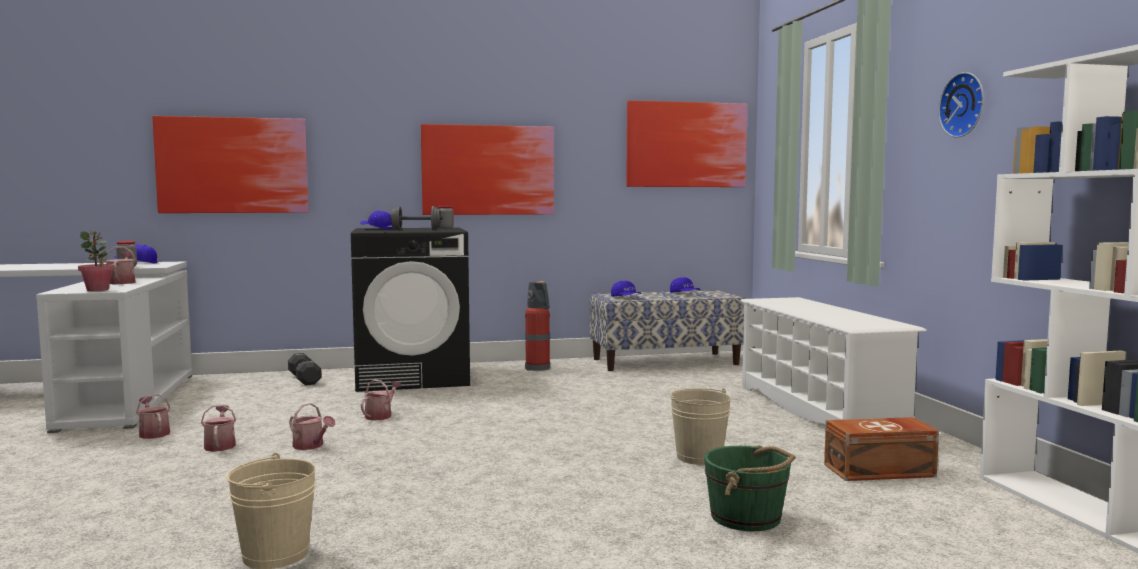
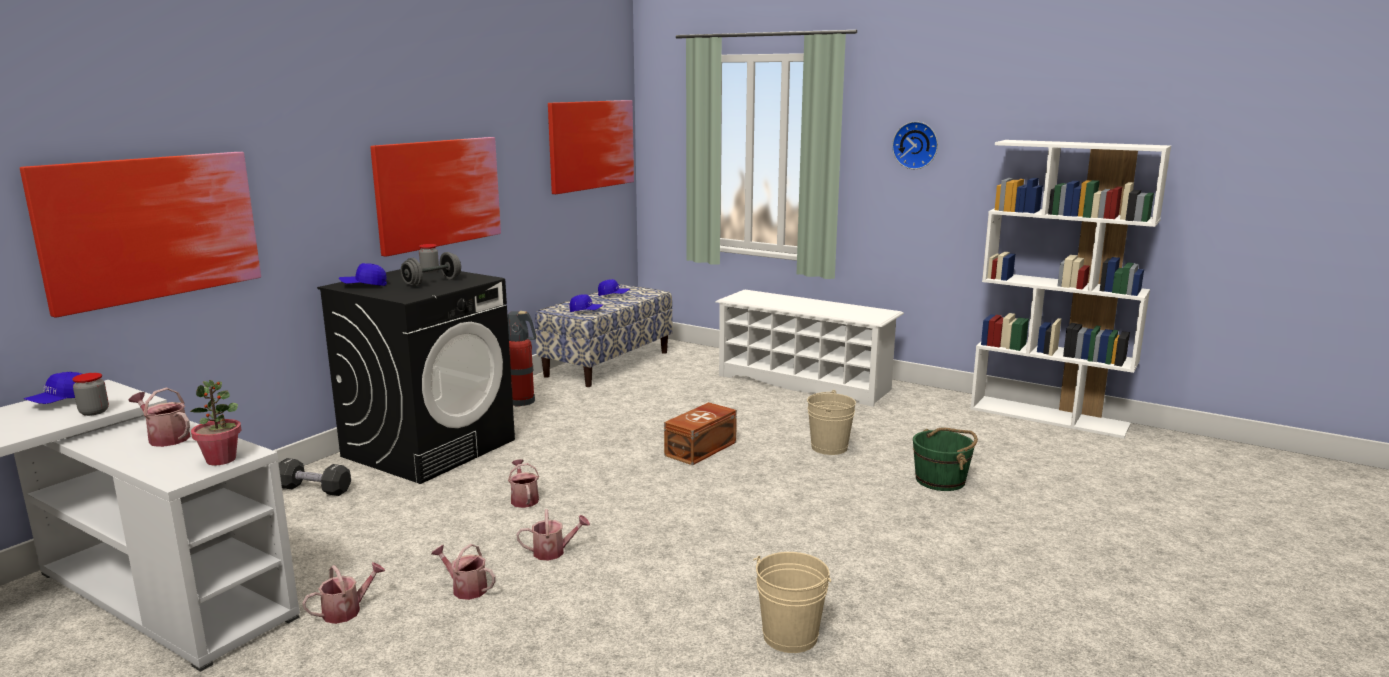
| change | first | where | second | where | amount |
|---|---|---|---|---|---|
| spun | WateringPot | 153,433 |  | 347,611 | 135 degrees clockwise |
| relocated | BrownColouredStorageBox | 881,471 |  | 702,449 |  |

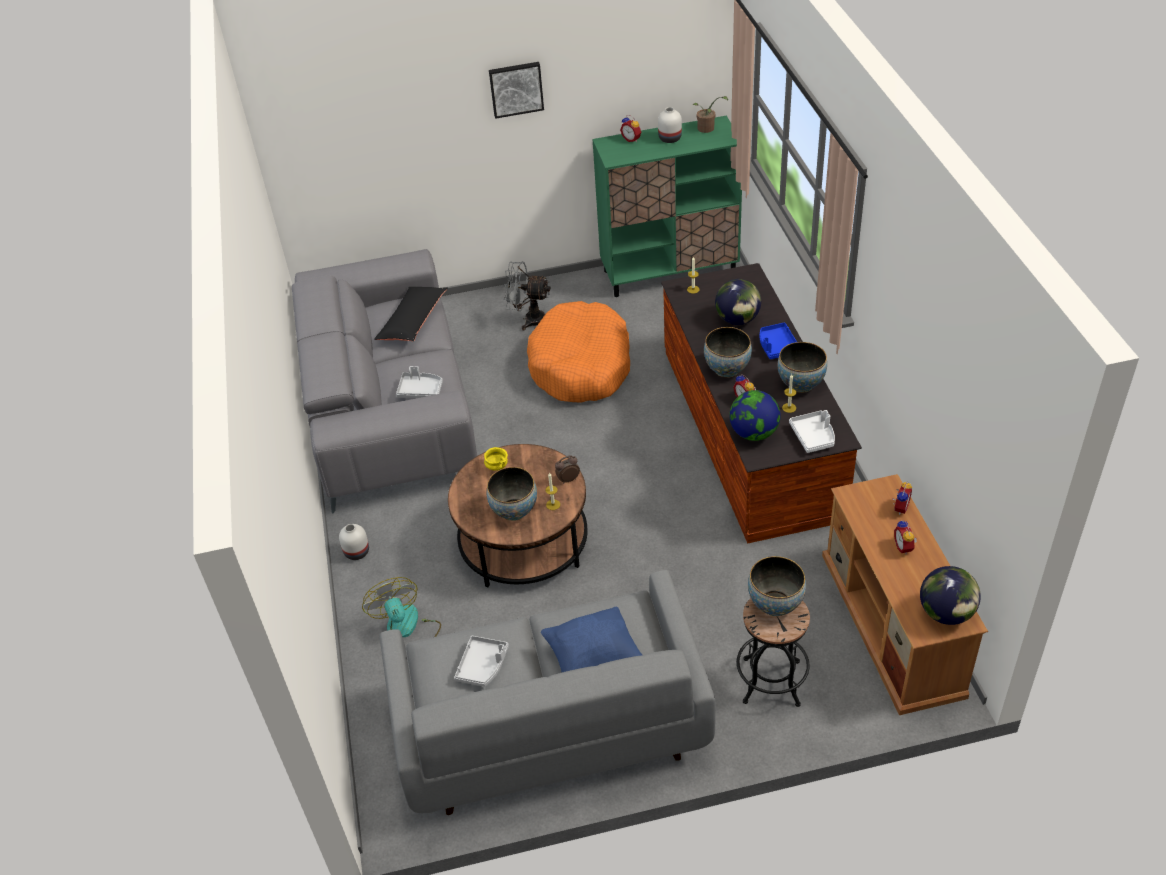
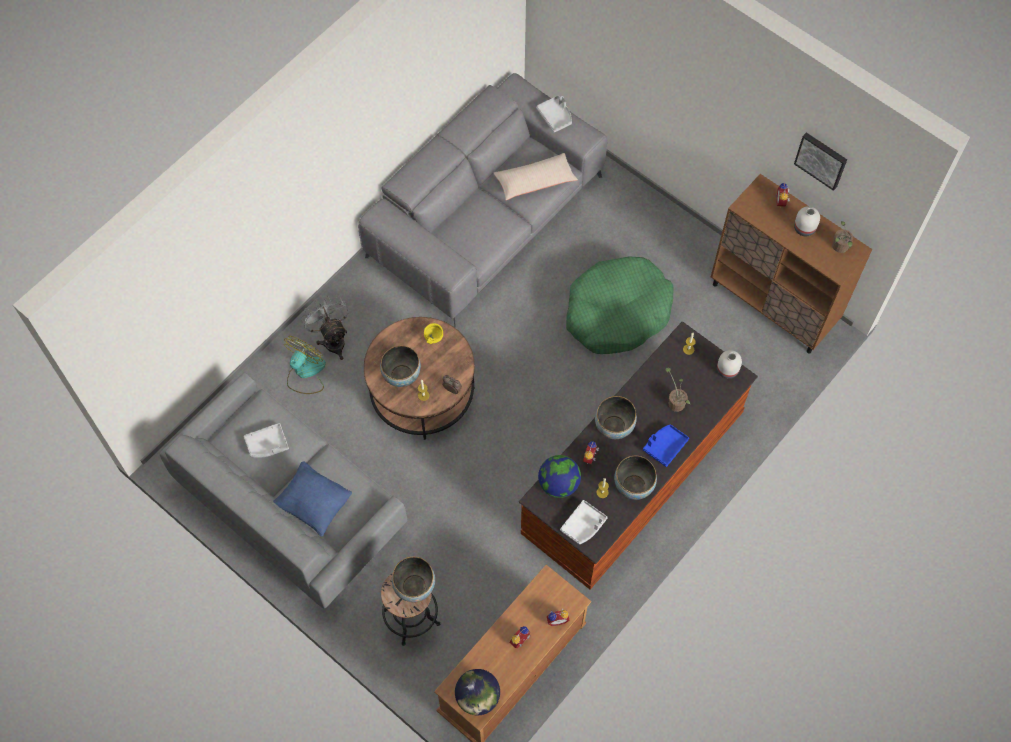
| change | first | where | second | where | amount |
|---|---|---|---|---|---|
| relocated | GreyCoolingFan | 529,319 |  | 332,339 |  |
| colour | BlackishCushion | 413,321 | BeigeCushion | 535,181 |  |
| relocated | GreyCarryingTray | 420,390 |  | 555,117 |  |
| colour | OrangePetBed | 581,366 | GreenishPetBed | 617,312 |  |
| exchanged | DeskGlobe | 737,320 | PottedPlant | 675,401 |  |
| colour | GreenishCabinet | 670,272 | BrownColouredCabinet | 773,304 |  |
| relocated | WhiteDecorativeVase | 357,551 |  | 728,370 |  |
| relocated | WallArt | 516,88 |  | 821,159 |  |

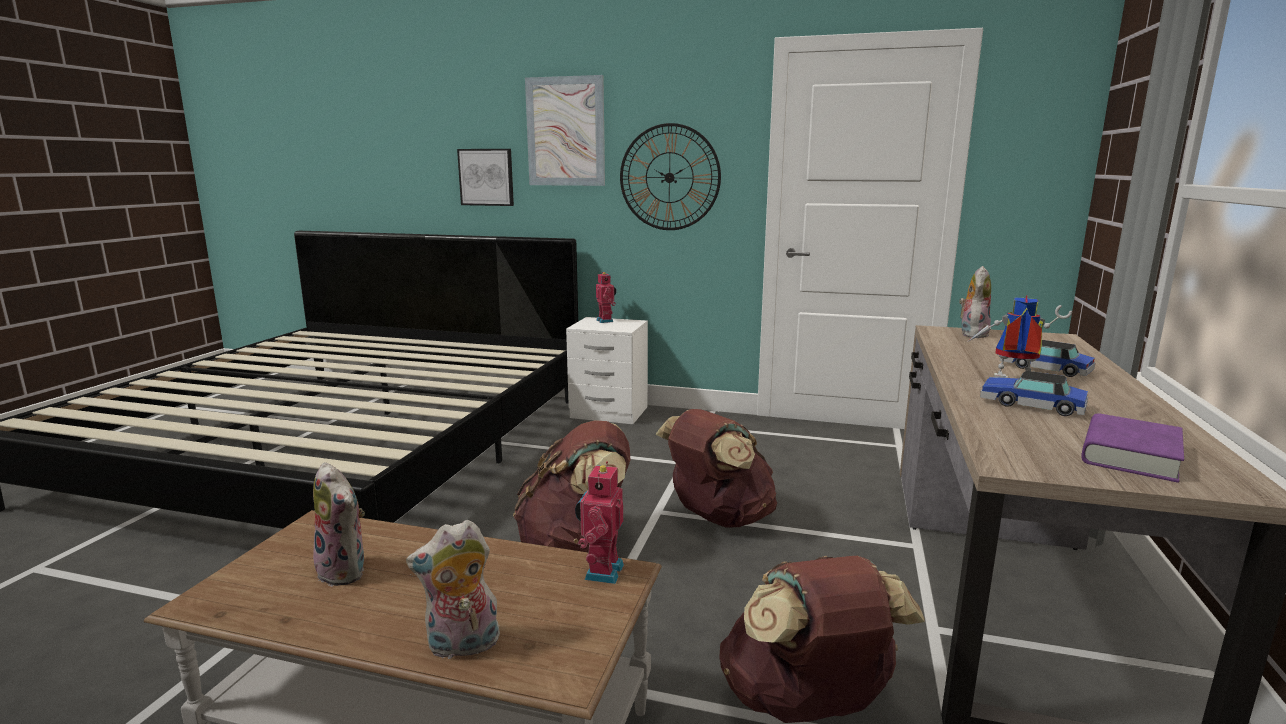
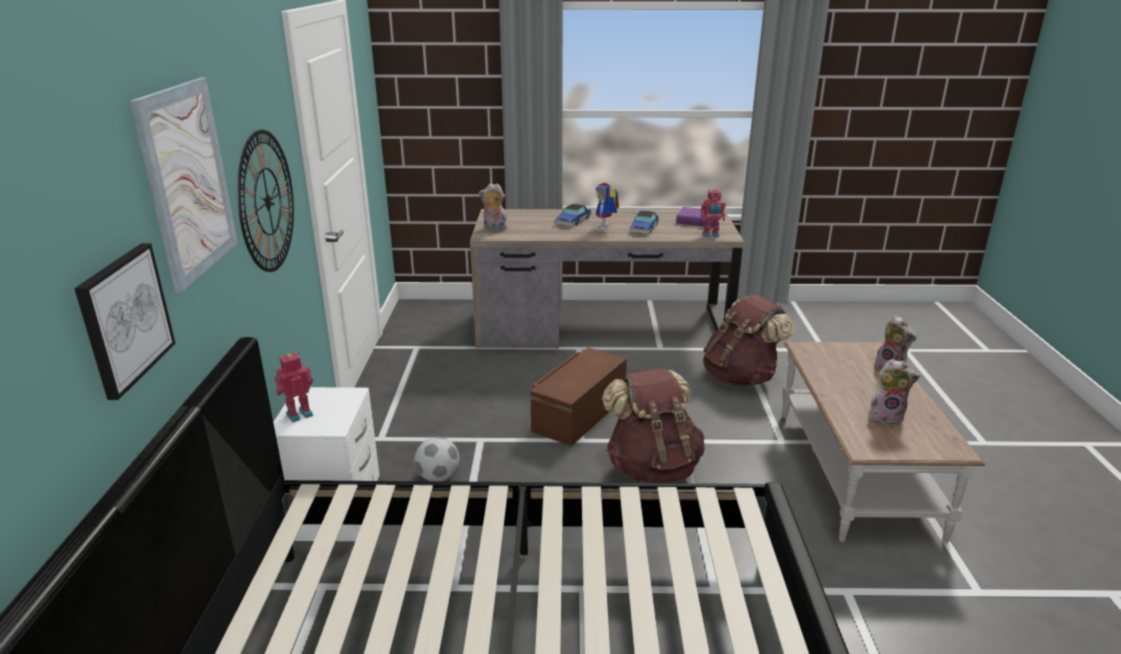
| change | first | where | second | where | amount |
|---|---|---|---|---|---|
| appeared |  |  | Football | 438,477 |  |
| exchanged | BrownColouredRucksack | 718,518 | BrownColouredStorageBox | 578,413 |  |
| relocated | RobotFigure | 601,571 |  | 711,235 |  |
| spun | CuddlyToy | 346,571 |  | 886,417 | 75 degrees clockwise |

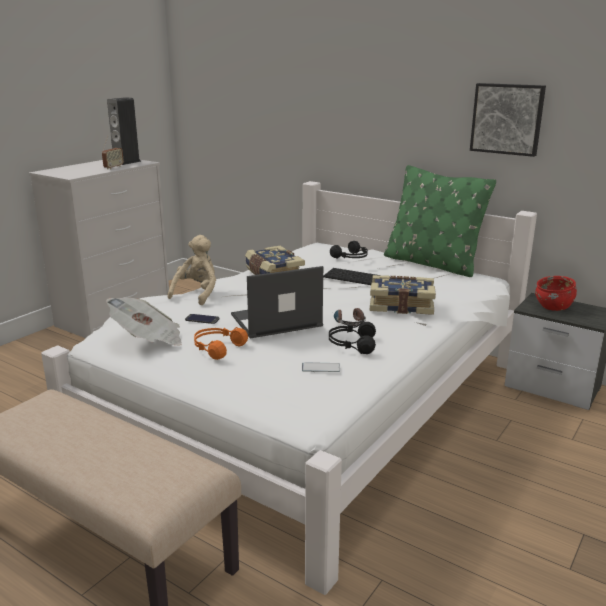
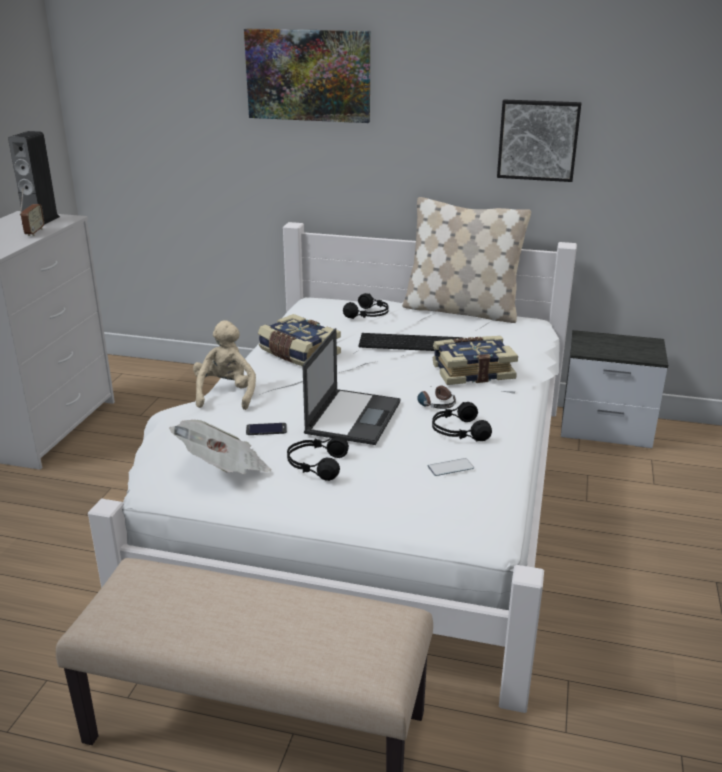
| change | first | where | second | where | amount |
|---|---|---|---|---|---|
| appeared |  |  | WallArt | 308,75 |  |
| colour | OrangeHeadset | 217,348 | BlackishHeadset | 316,465 |  |
| spun | Laptop | 275,321 |  | 353,416 | 150 degrees clockwise |
| colour | GreenishCushion | 432,264 | BeigeCushion | 461,310 |  |
| missing | RedColouredServingBowl | 553,306 |  |  |  |

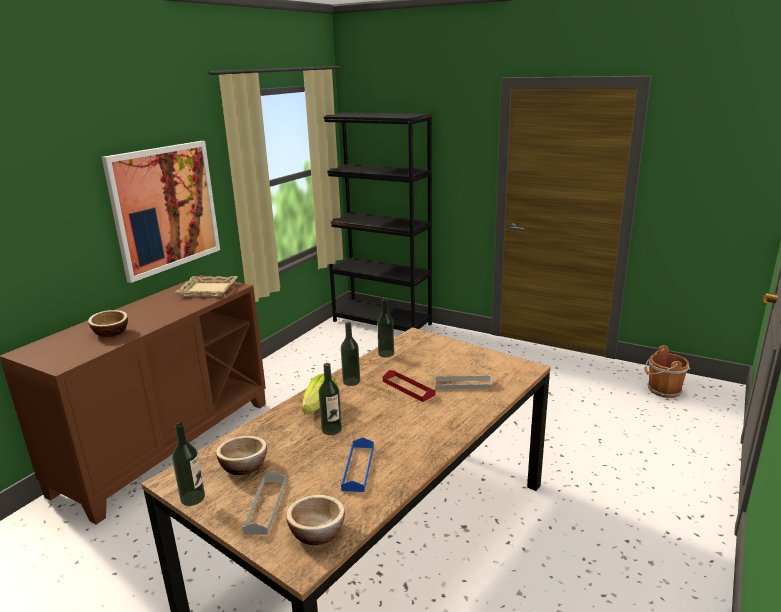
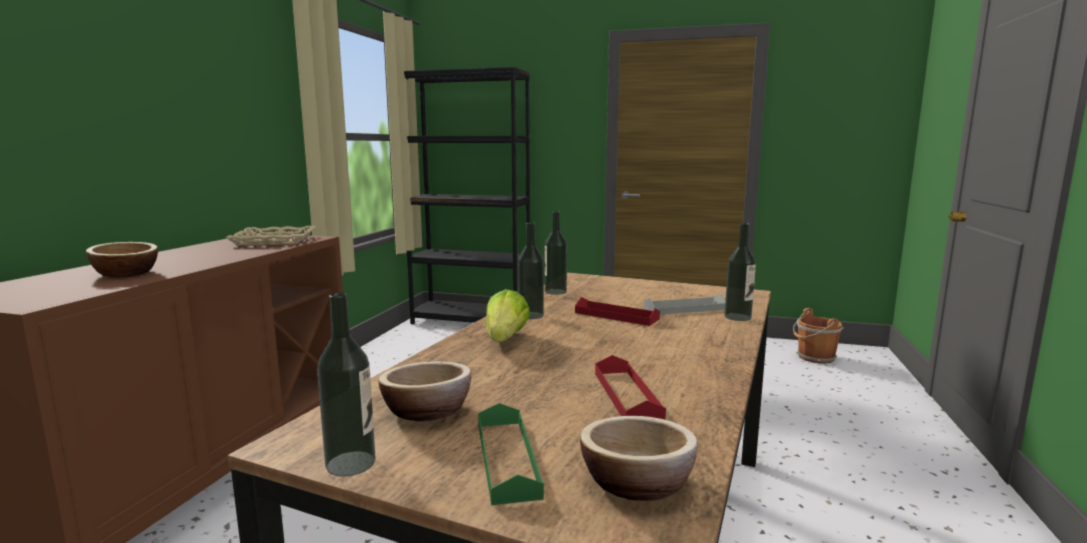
| change | first | where | second | where | amount |
|---|---|---|---|---|---|
| colour | GreyCarryingTray | 266,506 | GreenishCarryingTray | 507,458 |  |
| colour | BlueColouredCarryingTray | 358,468 | RedColouredCarryingTray | 626,395 |  |
| relocated | DrinkBottle | 331,429 |  | 737,317 |  |
| missing | WallArt | 165,208 |  |  |  |

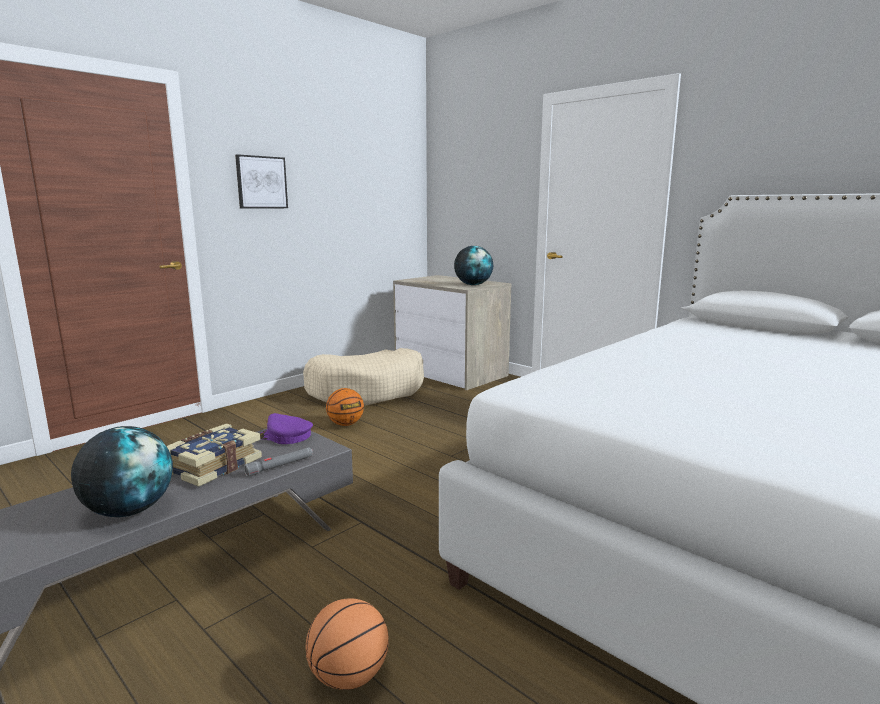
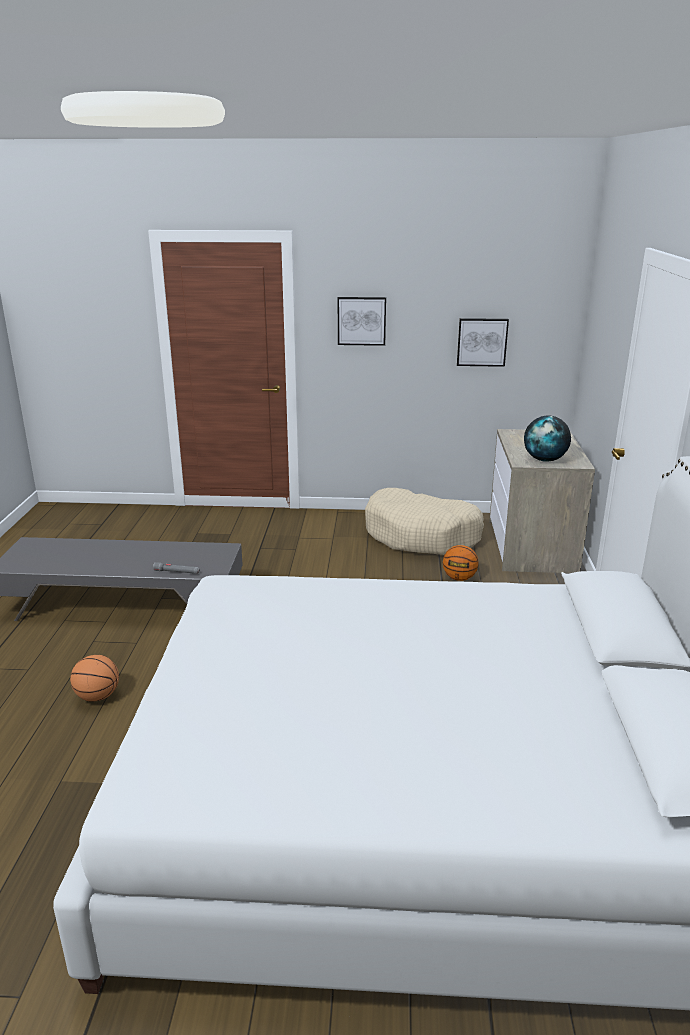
| change | first | where | second | where | amount |
|---|---|---|---|---|---|
| relocated | BasketballBall | 345,424 |  | 459,578 |  |
| appeared |  |  | WallArt | 482,342 |  |
| missing | DeskGlobe | 129,510 |  |  |  |
| missing | BoundBook | 212,466 |  |  |  |
| missing | PurplishBaseballCap | 285,436 |  |  |  |

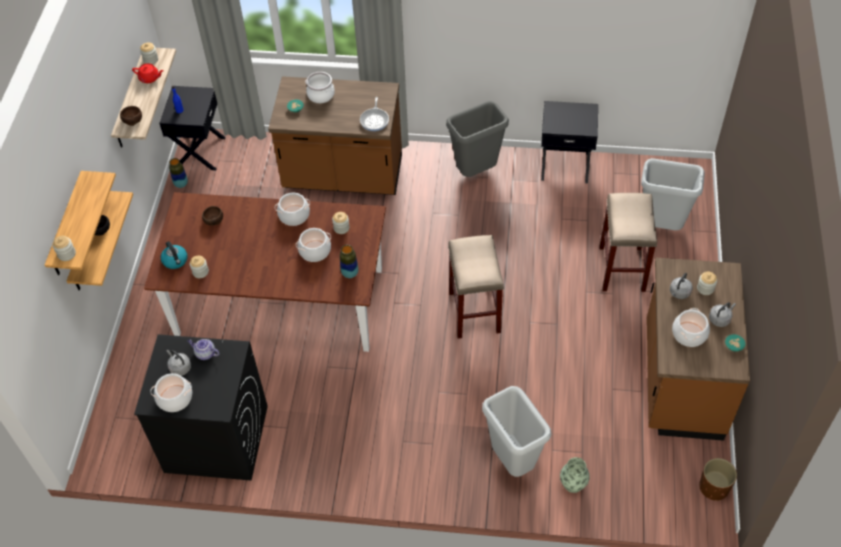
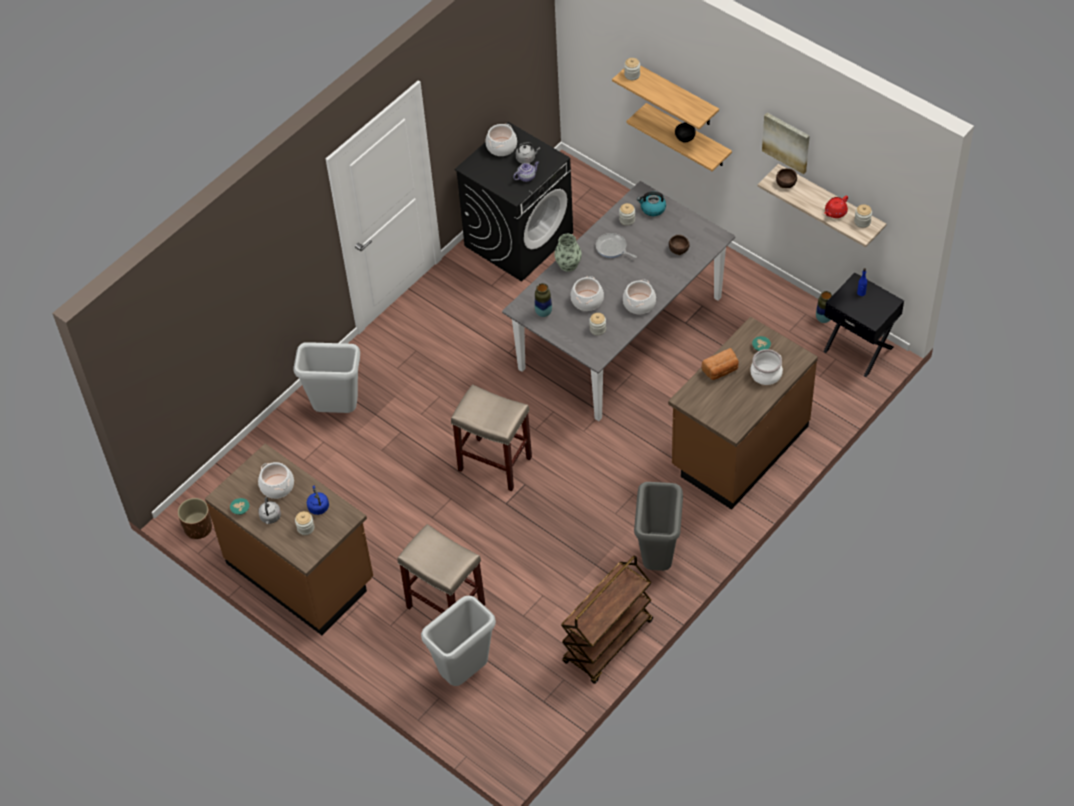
| change | first | where | second | where | amount |
|---|---|---|---|---|---|
| colour | GreyWaterKettle | 679,293 | BlueColouredWaterKettle | 318,506 |  |
| colour | BrownColouredDiningTable | 280,301 | GreyDiningTable | 621,333 |  |
| relocated | DecorativeVase | 573,483 |  | 568,264 |  |
| exchanged | BlackishNightTable | 565,165 | BrownColouredWheeledCart | 608,642 |  |
| relocated | FryingPan | 375,120 |  | 612,248 |  |
| appeared |  |  | BakeryBread | 721,370 |  |
| appeared |  |  | WallArt | 786,142 |  |

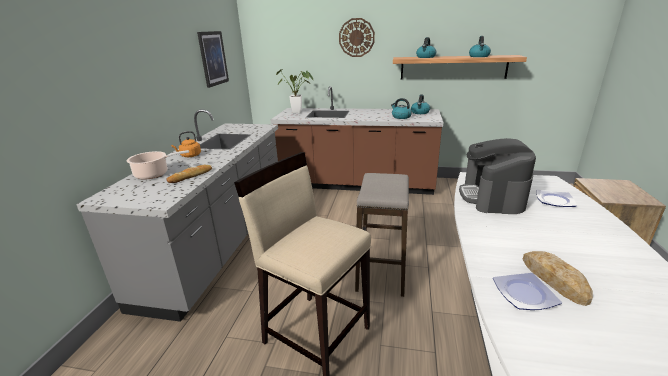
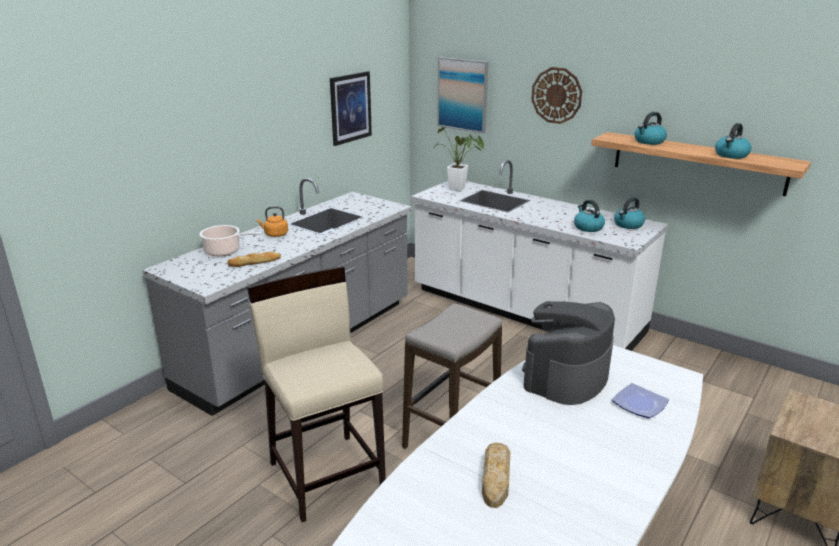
| change | first | where | second | where | amount |
|---|---|---|---|---|---|
| colour | BrownColouredKitchenCounter | 357,184 | WhiteKitchenCounter | 524,312 |  |
| appeared |  |  | WallArt | 463,94 |  |
| missing | DinnerPlate | 523,293 |  |  |  |

